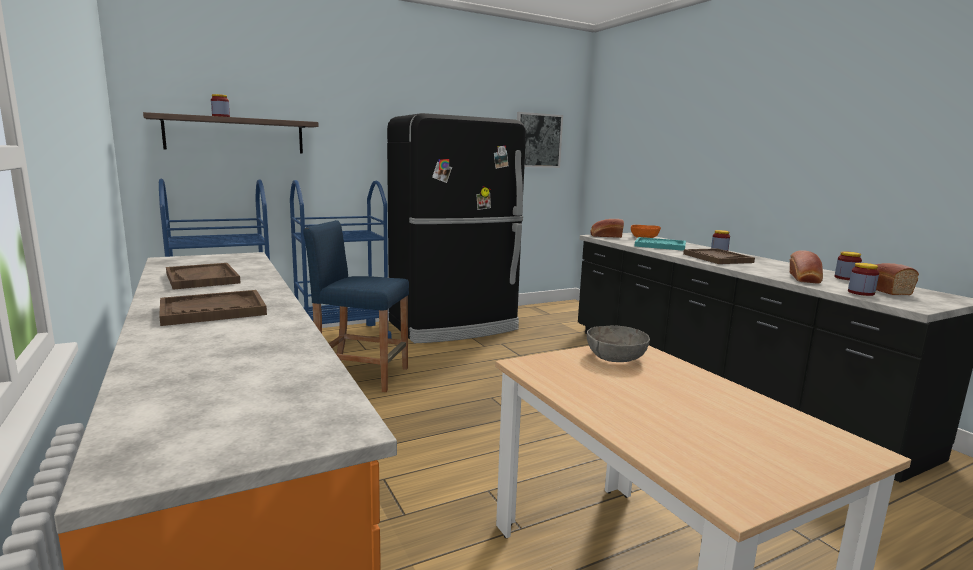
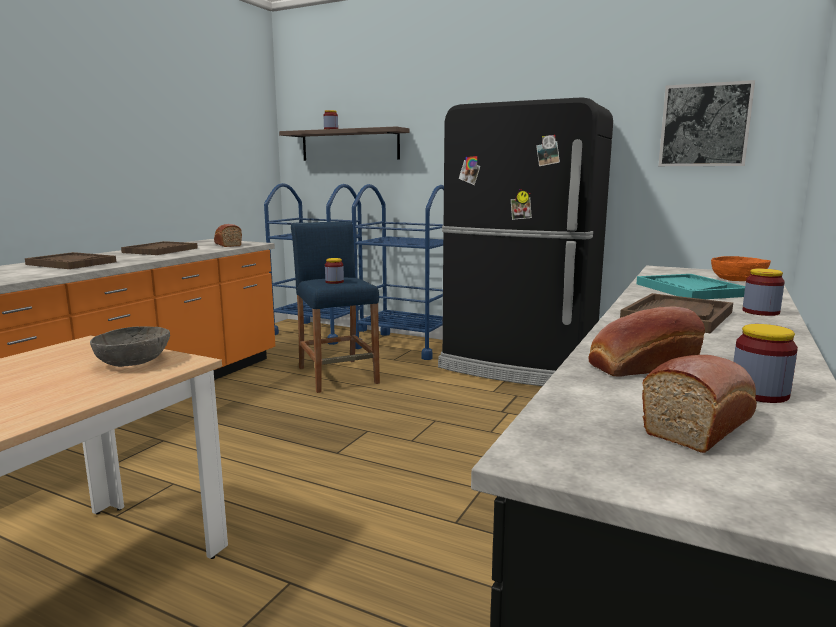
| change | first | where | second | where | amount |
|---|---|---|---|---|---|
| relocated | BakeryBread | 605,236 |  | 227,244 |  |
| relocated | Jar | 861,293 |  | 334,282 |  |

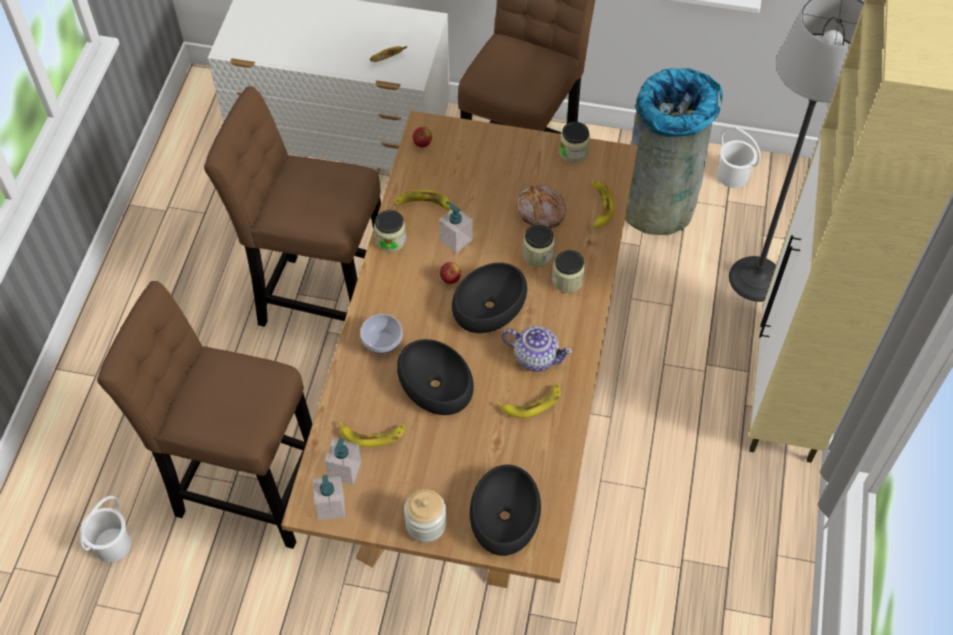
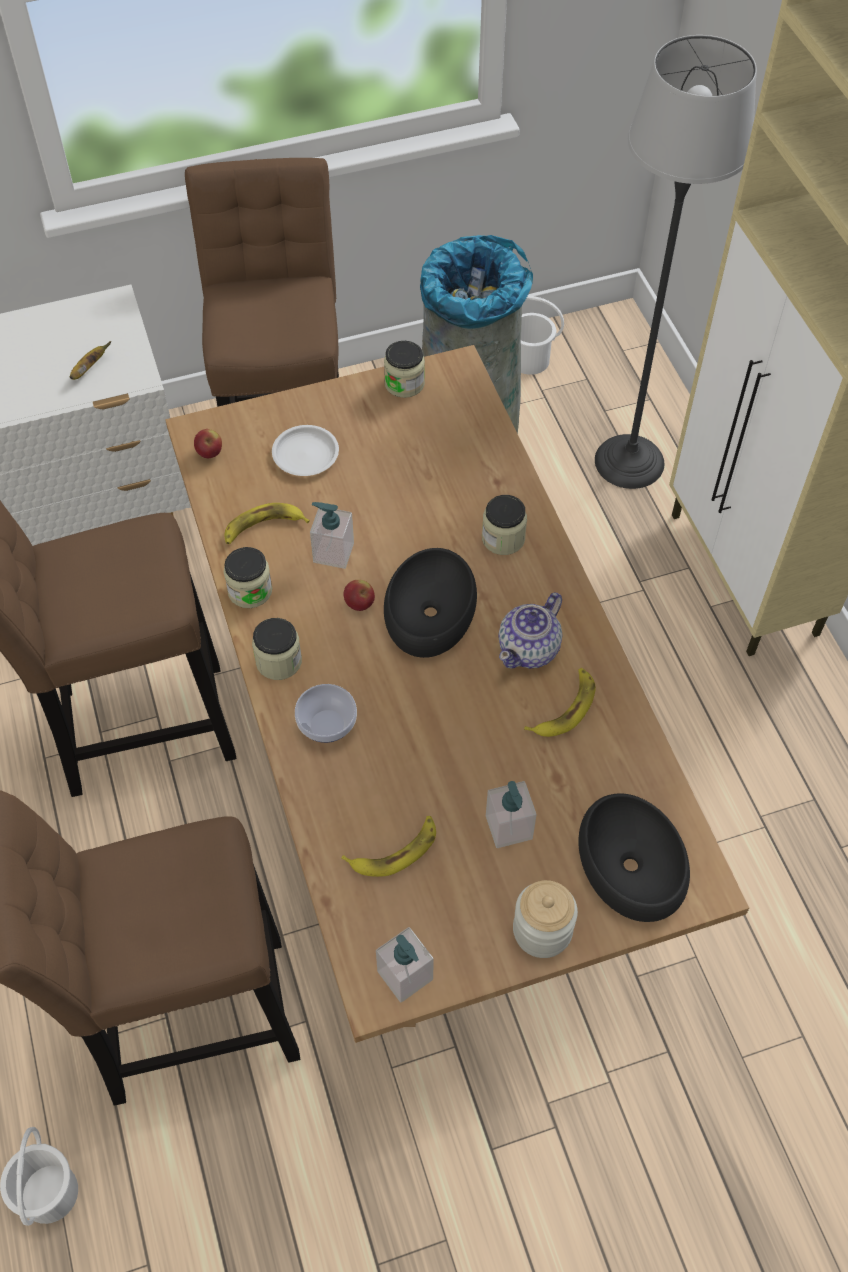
| change | first | where | second | where | amount |
|---|---|---|---|---|---|
| relocated | Jar | 538,255 |  | 279,661 |  |
| appeared |  |  | WhiteDinnerPlate | 305,454 |  |
| relocated | LiquidSoapBottle | 345,470 |  | 509,827 |  |
| spun | TeaPot | 535,356 |  | 529,649 | 135 degrees clockwise |
| missing | BlackishServingBowl | 434,384 |  |  |  |
| missing | BakeryBread | 540,212 |  |  |  |
| missing | BananaFruit | 599,207 |  |  |  |

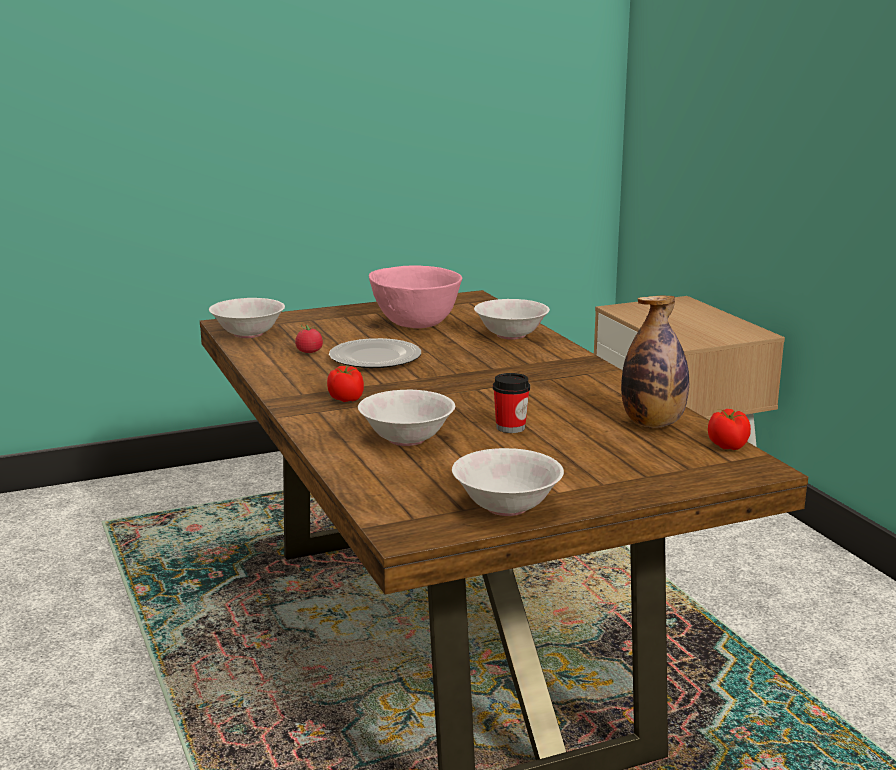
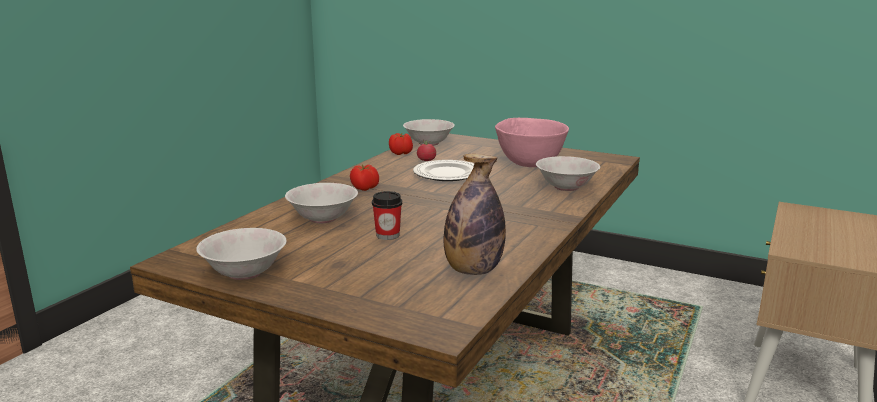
| change | first | where | second | where | amount |
|---|---|---|---|---|---|
| relocated | FreshTomato | 728,446 |  | 401,153 |  |

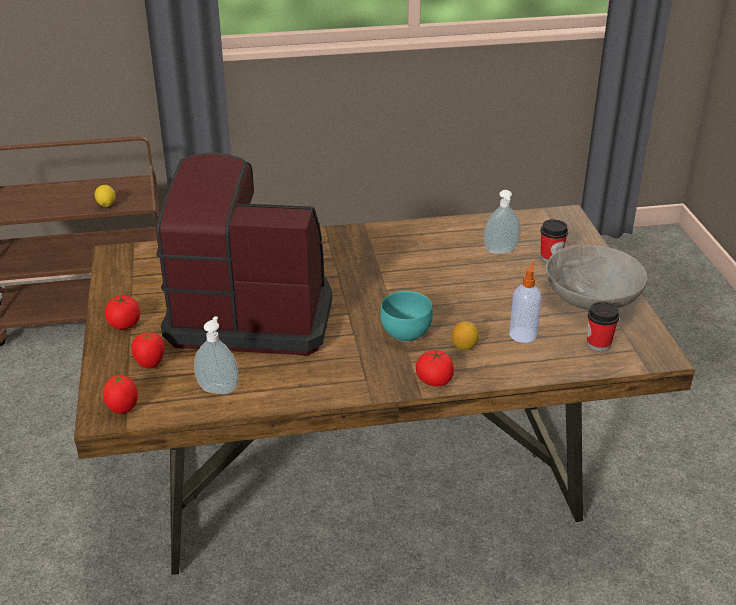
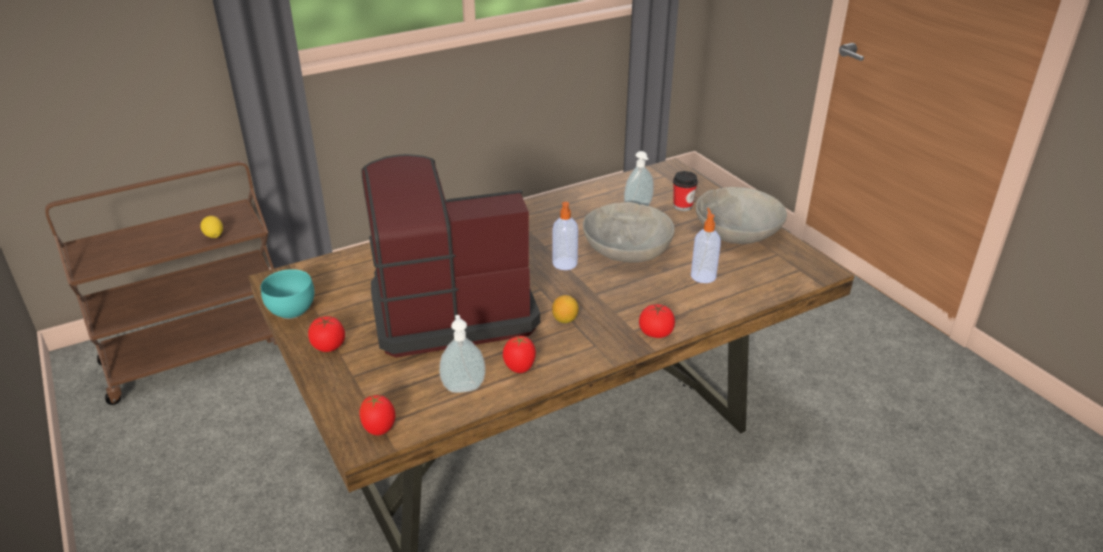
| change | first | where | second | where | amount |
|---|---|---|---|---|---|
| relocated | TurquoiseColouredServingBowl | 405,332 |  | 291,310 |  |
| relocated | FreshTomato | 150,364 |  | 520,369 |  |
| appeared |  |  | LiquidSoapBottle | 565,264 |  |
| relocated | Lemon | 464,346 |  | 565,319 |  |
| appeared |  |  | GreyServingBowl | 626,250 |  |
| missing | SmallCup | 598,344 |  |  |  |

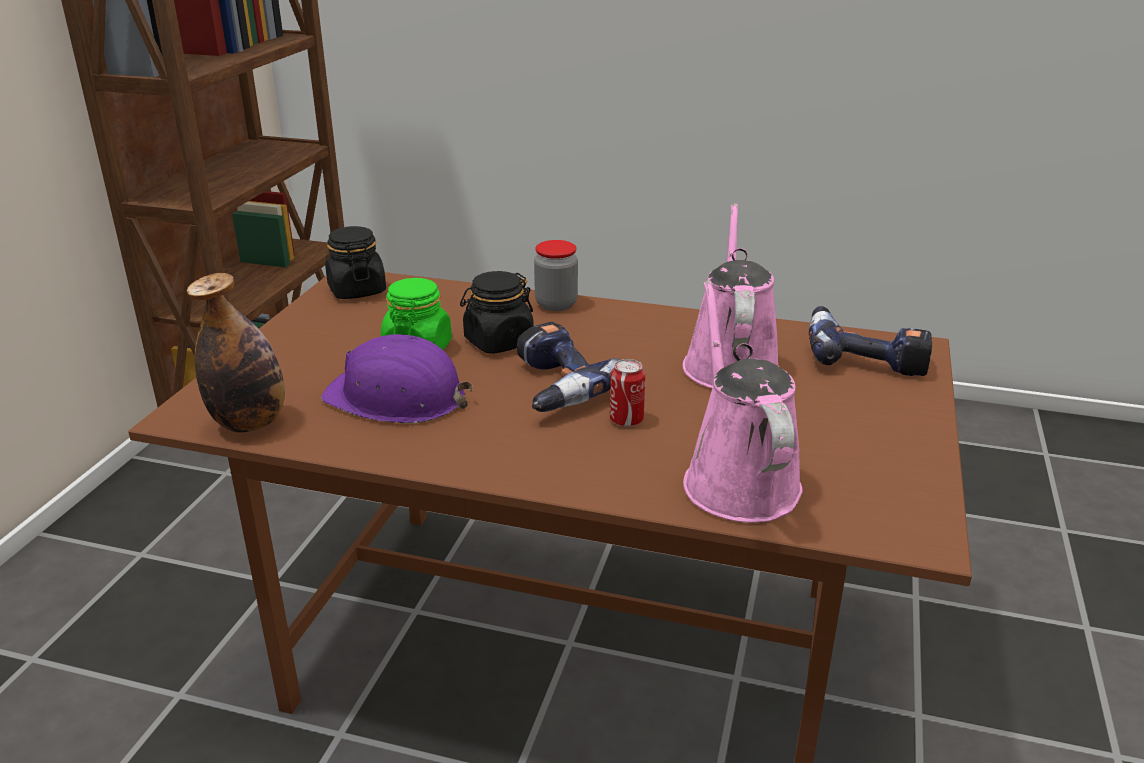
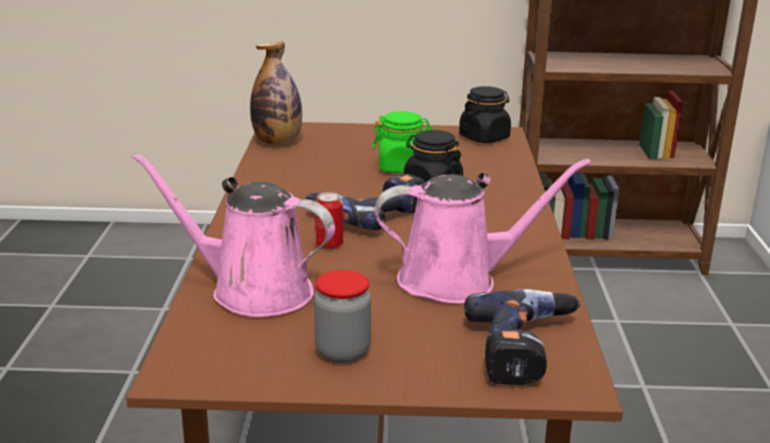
| change | first | where | second | where | amount |
|---|---|---|---|---|---|
| spun | PinkWateringPot | 737,479 |  | 252,291 | 135 degrees counterclockwise |
| relocated | Jar | 556,304 |  | 342,352 |  |
| missing | PurplishHardHat | 397,398 |  |  |  |

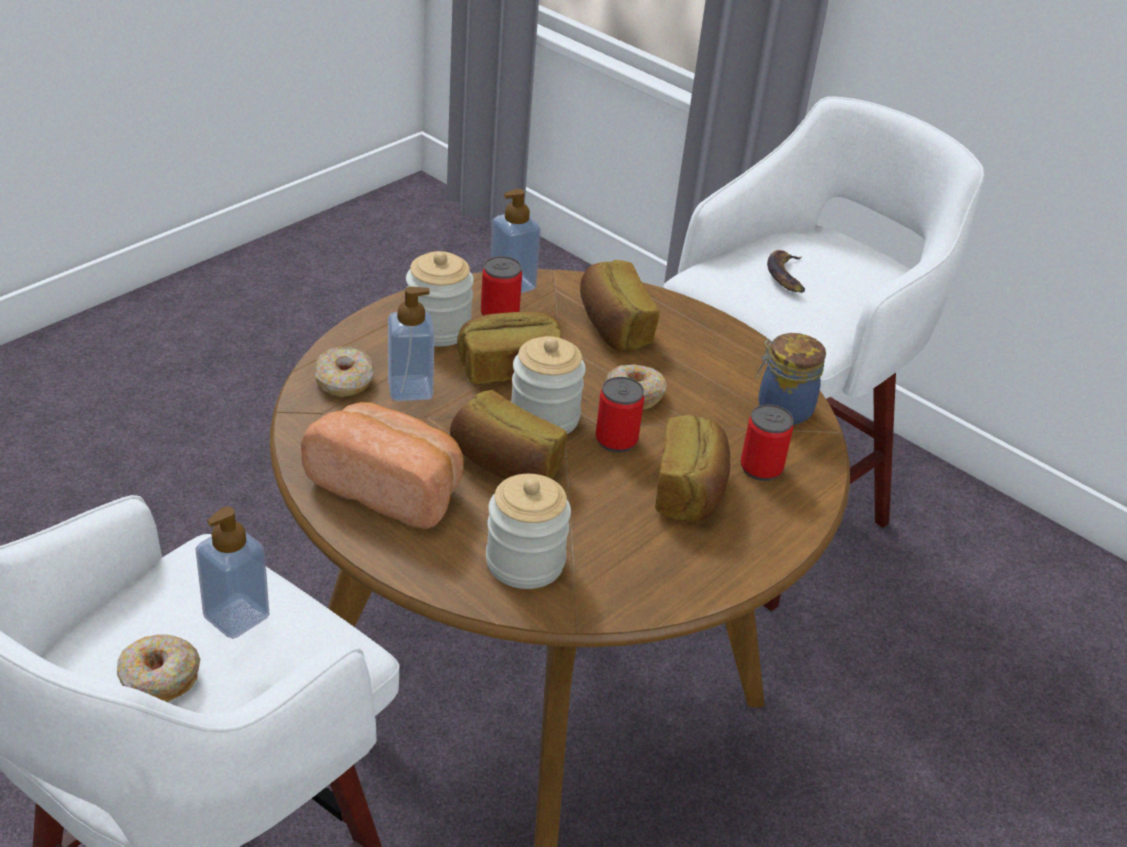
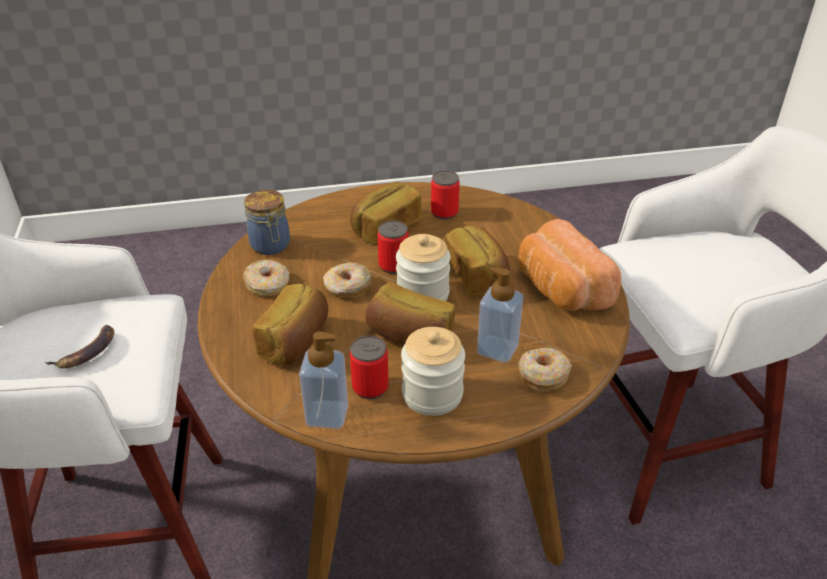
| change | first | where | second | where | amount |
|---|---|---|---|---|---|
| relocated | Doughnut | 159,677 |  | 268,284 |  |
| relocated | MetalCan | 761,468 |  | 444,213 |  |
| missing | LiquidSoapBottle | 236,616 |  |  |  |
| missing | Jar | 525,562 |  |  |  |

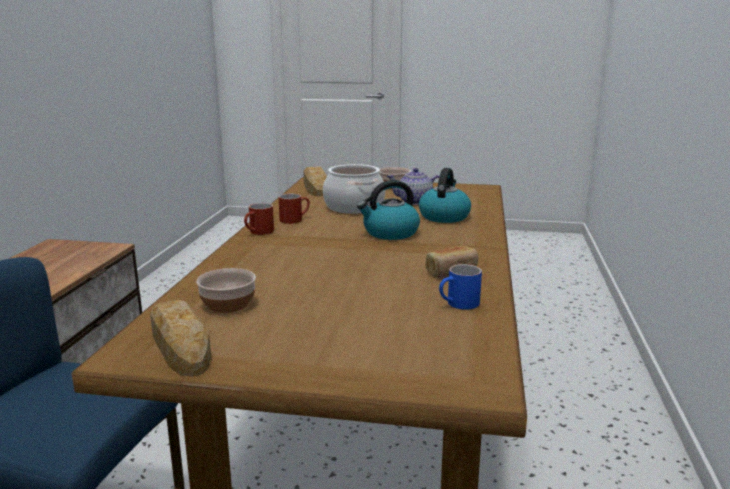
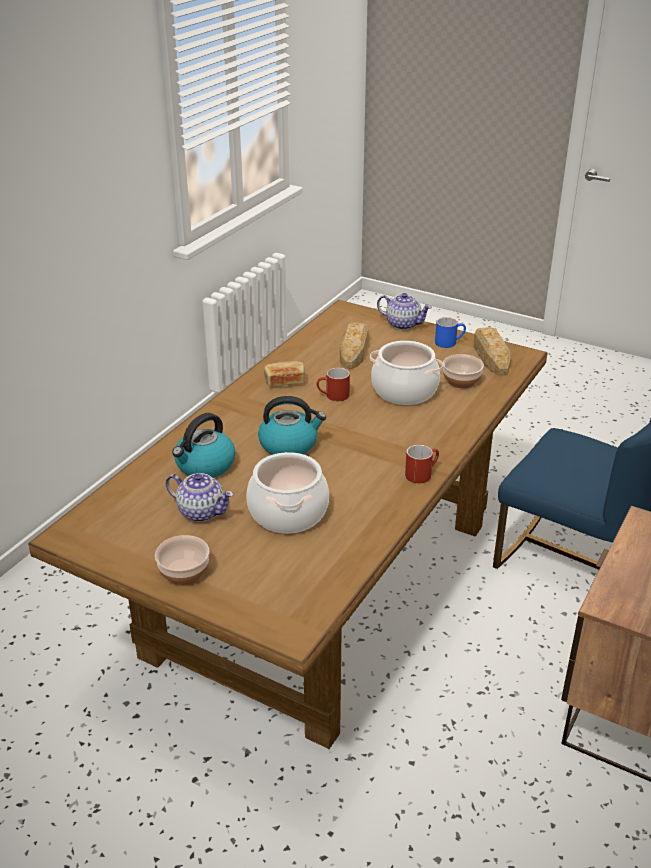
| change | first | where | second | where | amount |
|---|---|---|---|---|---|
| relocated | RedColouredMug | 294,219 |  | 333,396 |  |
| relocated | BakeryBread | 316,188 |  | 354,349 |  |
| appeared |  |  | Stockpot | 404,391 |  |
| appeared |  |  | TeaPot | 402,324 |  |
| relocated | BlueColouredMug | 458,305 |  | 449,342 |  |

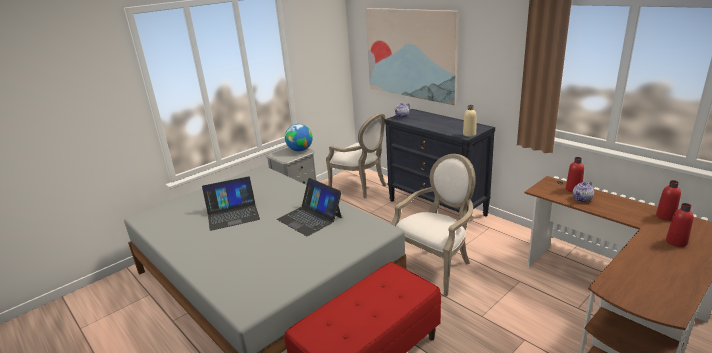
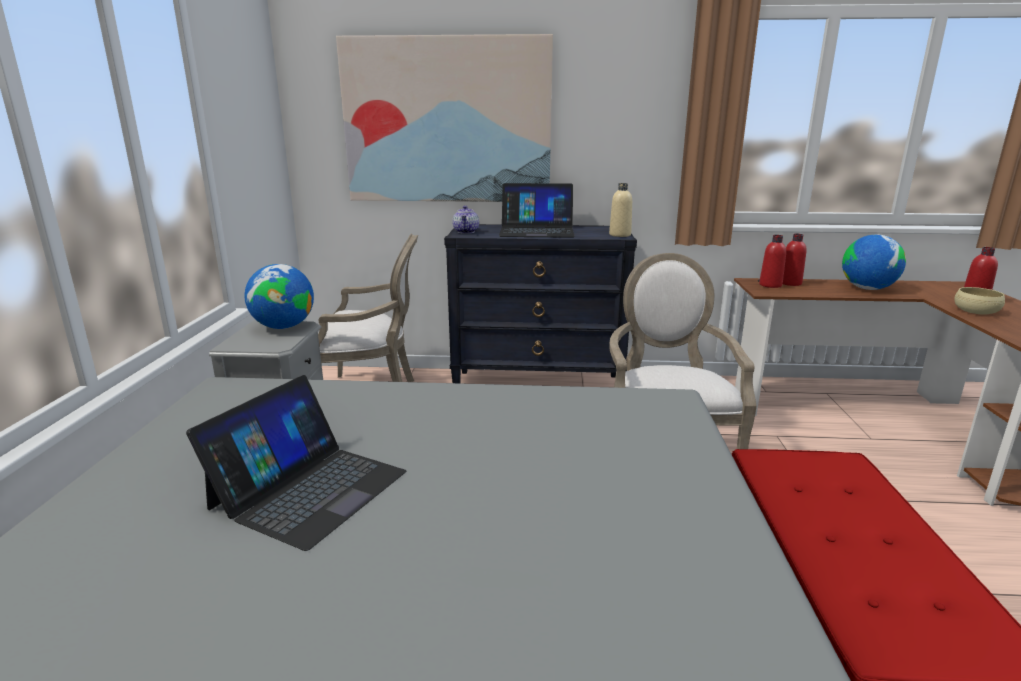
| change | first | where | second | where | amount |
|---|---|---|---|---|---|
| relocated | Laptop | 310,218 |  | 536,231 |  |
| relocated | RedColouredDrinkBottle | 665,216 |  | 770,285 |  |
| appeared |  |  | DeskGlobe | 867,288 |  |
| appeared |  |  | BeigeServingBowl | 975,311 |  |
| missing | TeaPot | 582,199 |  |  |  |

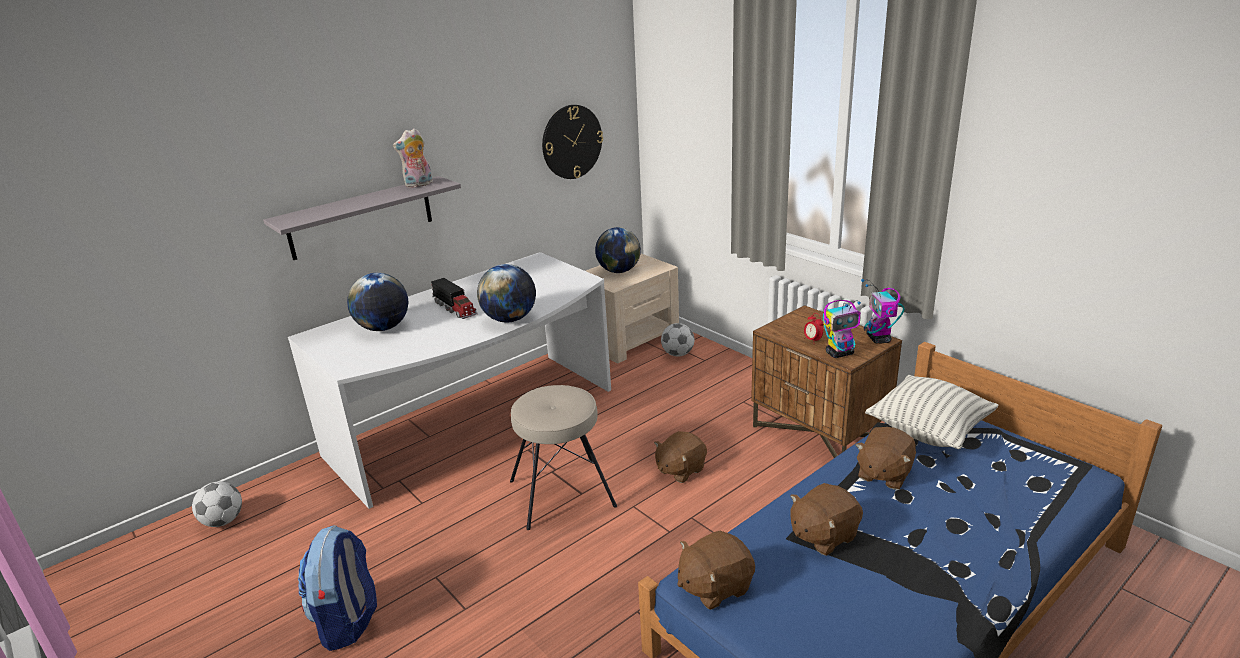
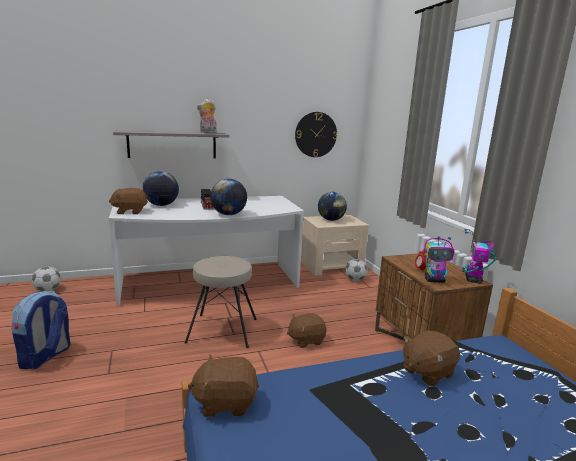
| change | first | where | second | where | amount |
|---|---|---|---|---|---|
| relocated | BrownColouredCuddlyToy | 823,535 |  | 130,212 |  |
| missing | Cushion | 928,431 |  |  |  |

